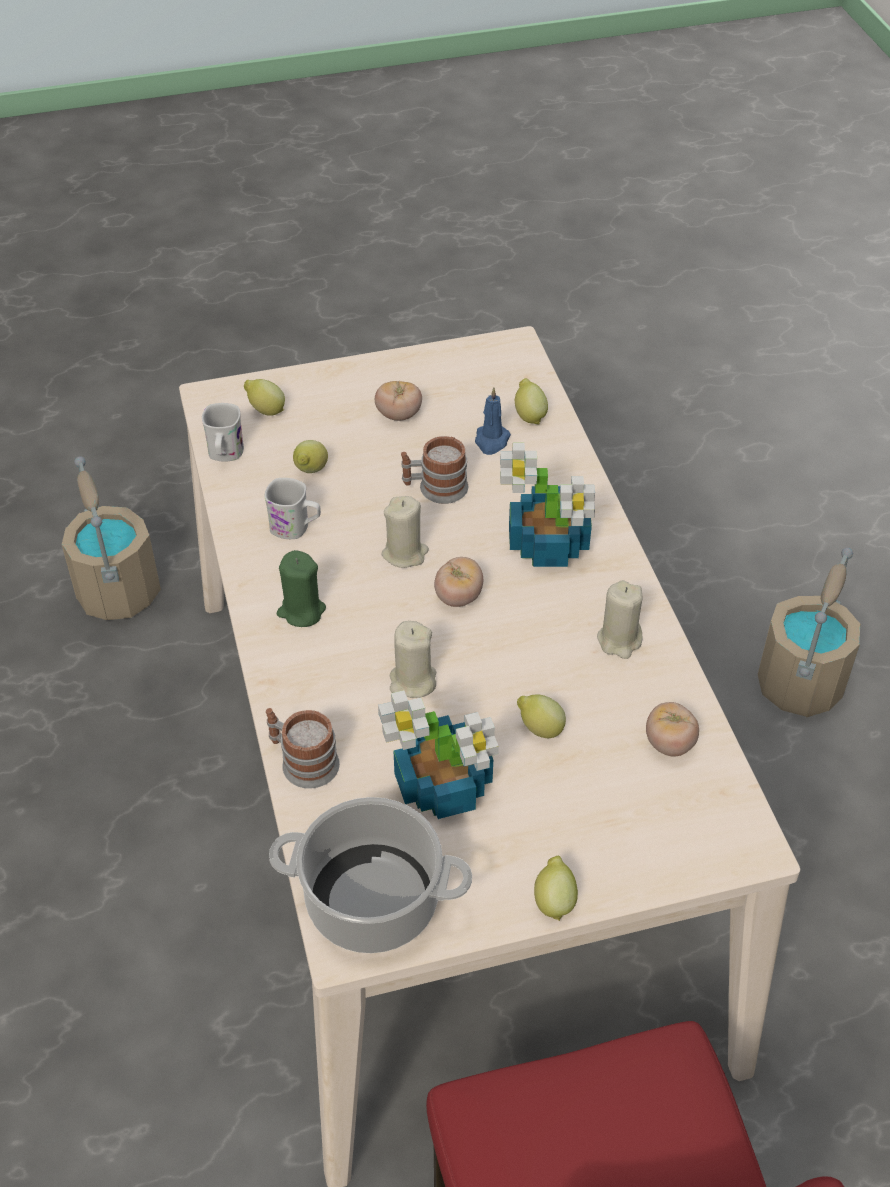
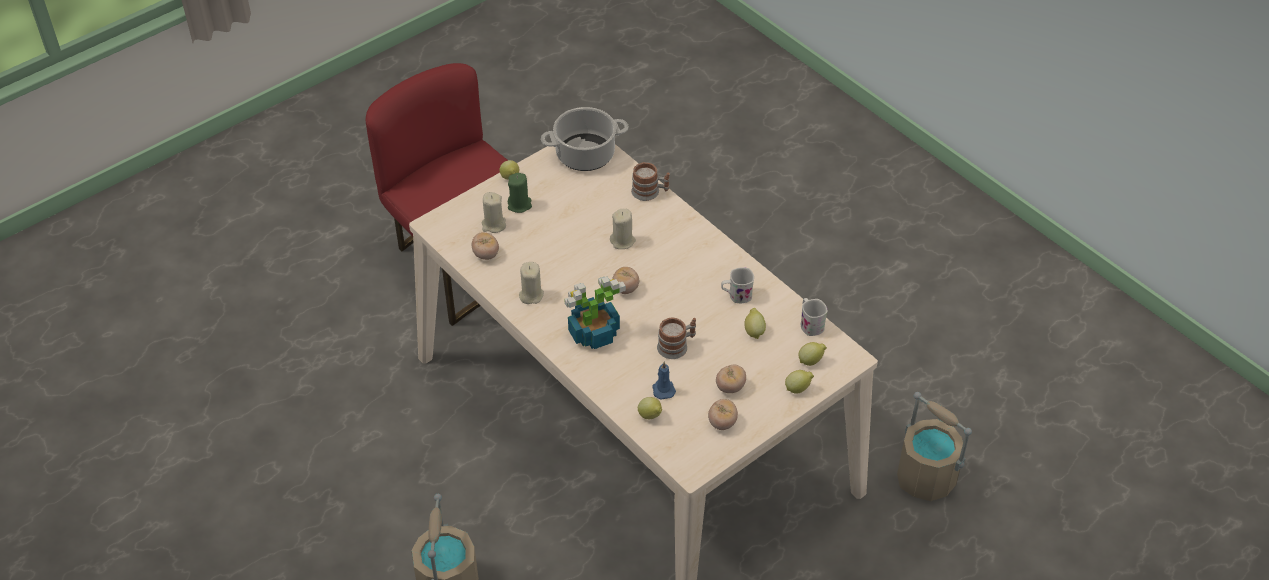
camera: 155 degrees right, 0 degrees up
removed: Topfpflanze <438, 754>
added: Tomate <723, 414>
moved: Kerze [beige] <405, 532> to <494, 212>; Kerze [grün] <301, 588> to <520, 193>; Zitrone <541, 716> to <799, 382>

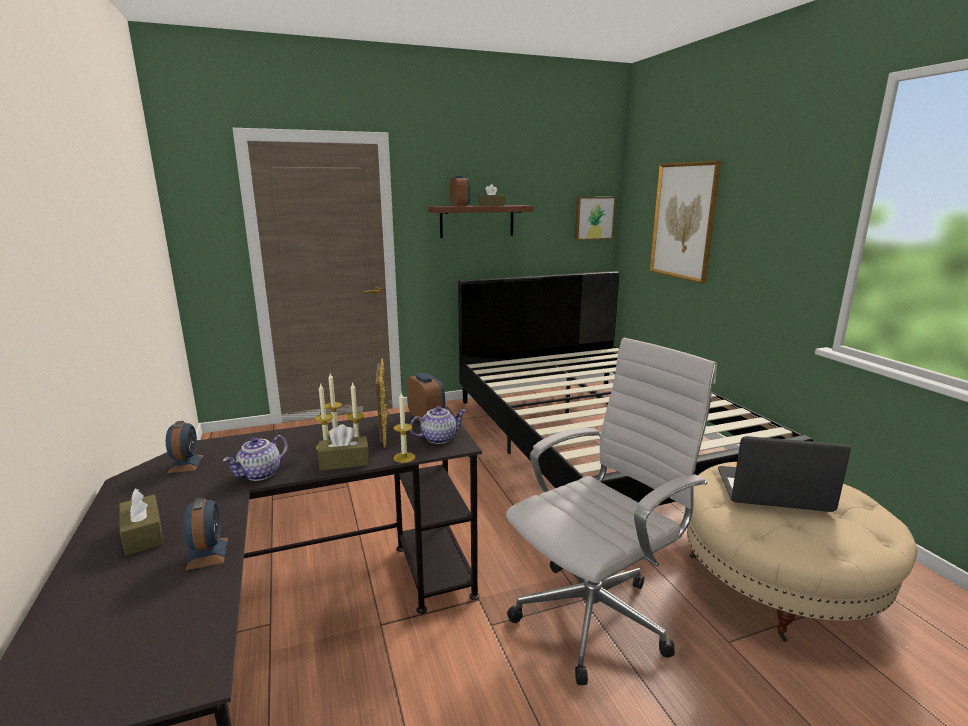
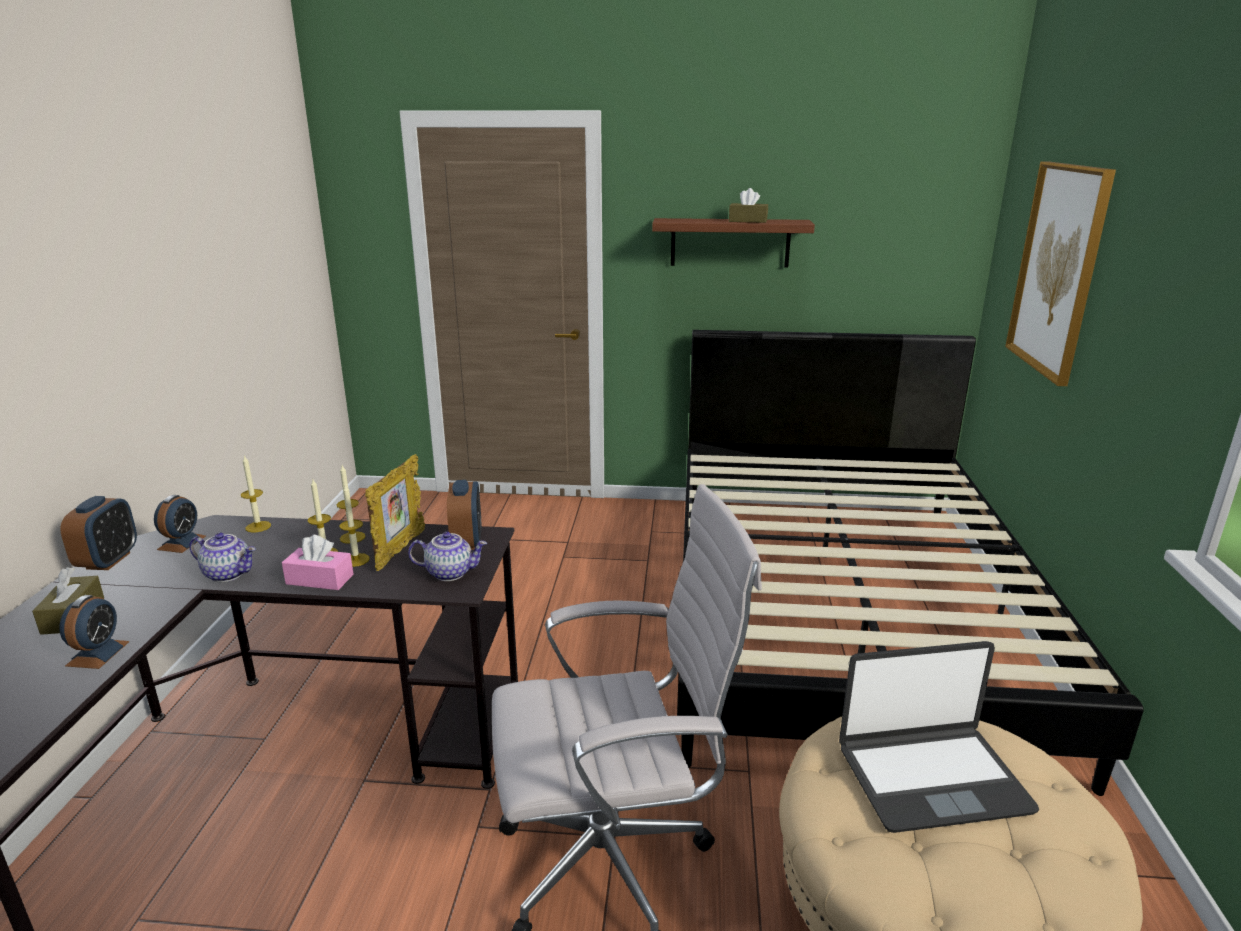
camera: 25 degrees right, 5 degrees up
removed: Bild <595, 218>
moved: Wecker <460, 191> to <99, 533>; Kerze <404, 428> to <256, 494>
recoloured: Taschentuchbox [braun] <343, 447> to Taschentuchbox [rosa] <318, 562>
turned: Teekanne <255, 458> = <222, 557> 135 degrees counterclockwise; Laptop <784, 474> = <939, 737> 135 degrees clockwise

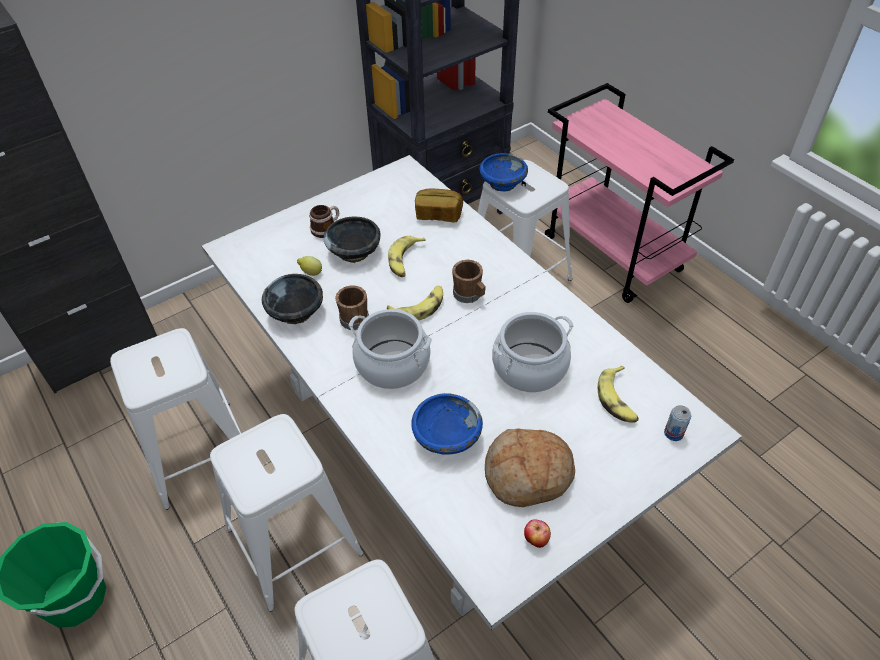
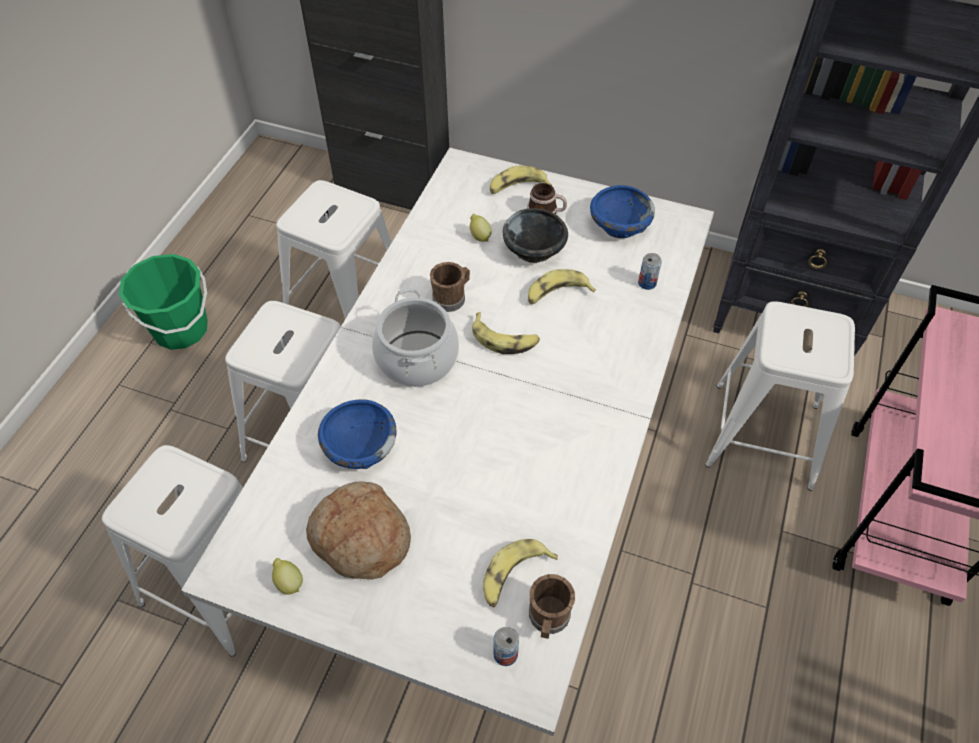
camera: 55 degrees right, 5 degrees up
removed: Schüssel [schwarz] <292, 299>; Kochtopf <533, 352>
added: Banane <521, 180>
moved: Schüssel [blau] <504, 172> to <622, 211>; Henkelbecher [braun] <469, 281> to <552, 606>
replaced: Brot <439, 205> to Dose <650, 271>; Apfel <537, 533> to Zitrone <287, 576>

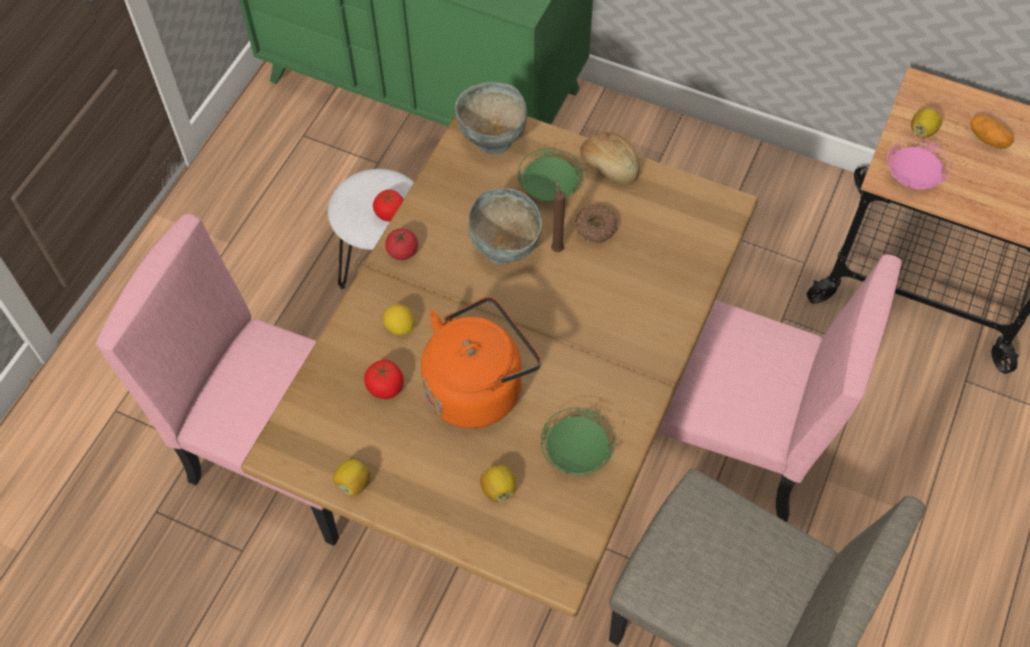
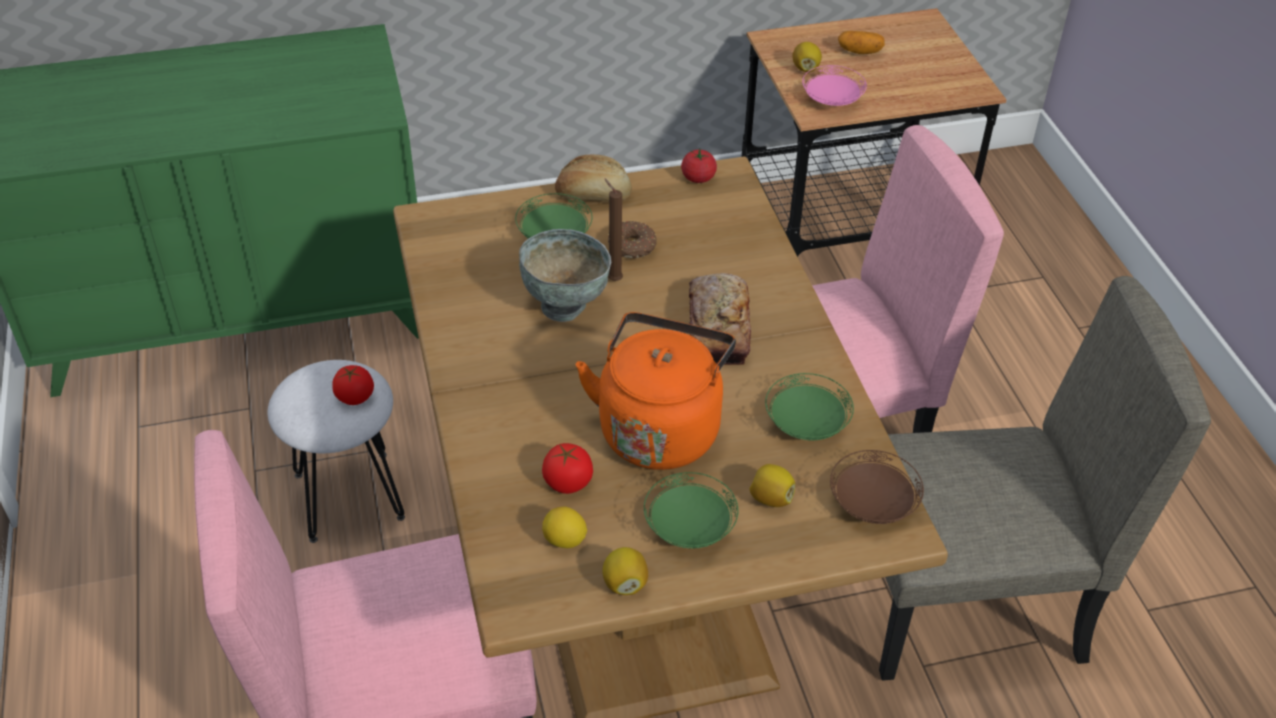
camera: 40 degrees left, 15 degrees down
removed: Schüssel [grau] <491, 118>
added: Brot <720, 319>; Teller [braun] <877, 487>; Teller [grün] <691, 510>
moved: Tomate <401, 244> to <699, 166>; Zitrone <398, 320> to <564, 527>

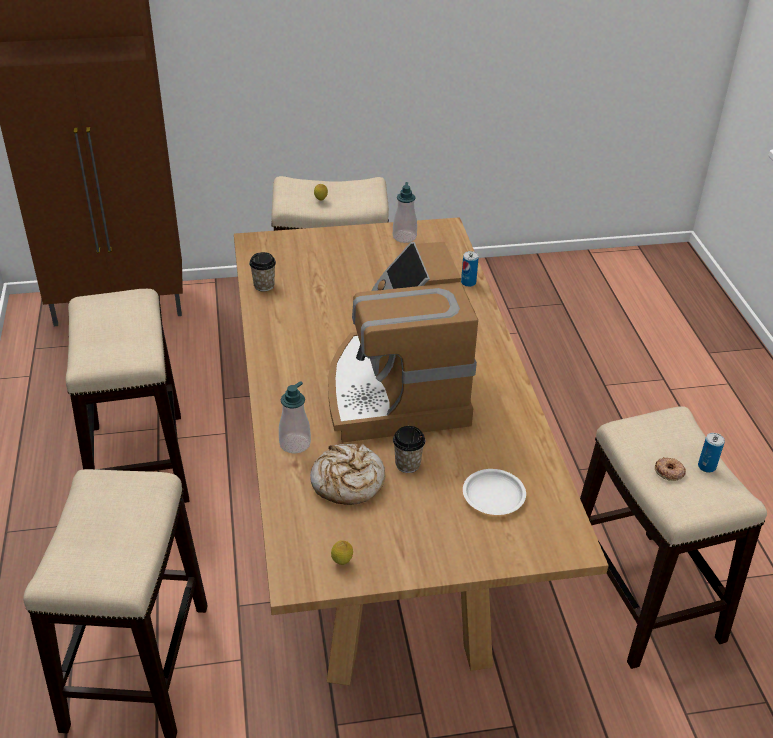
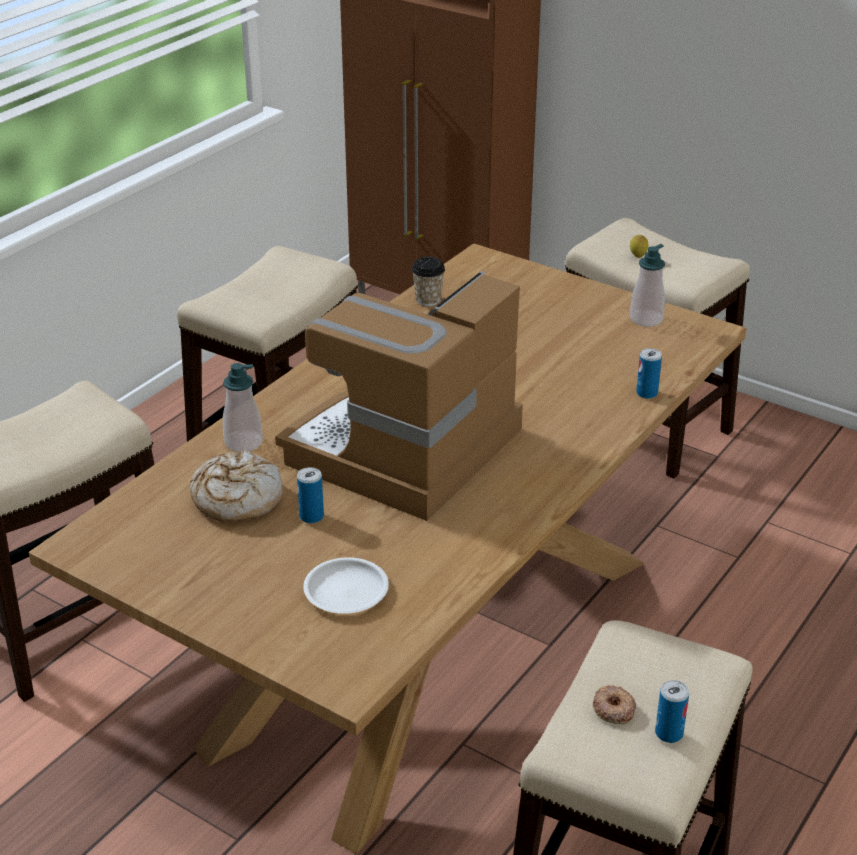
camera: 45 degrees right, 5 degrees down
removed: Zitrone <342, 552>
replaced: Tasse <409, 449> to Dose <310, 495>

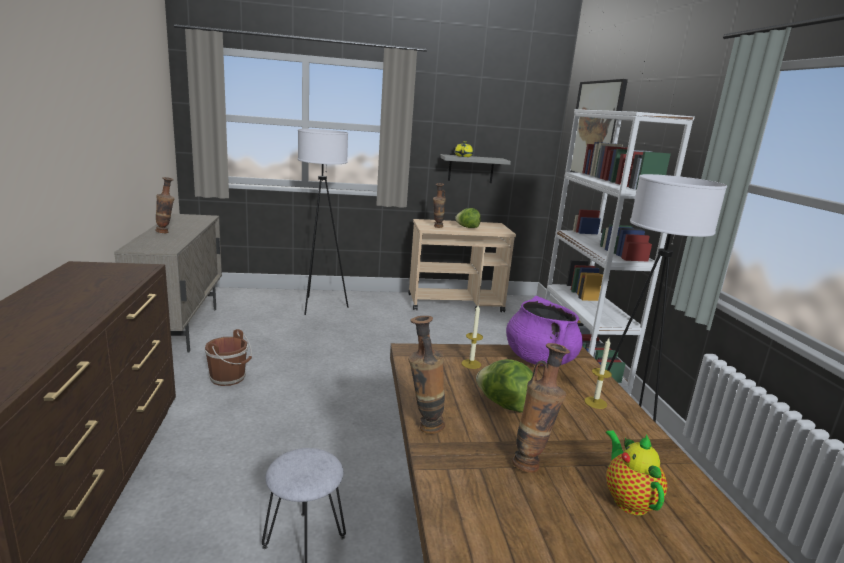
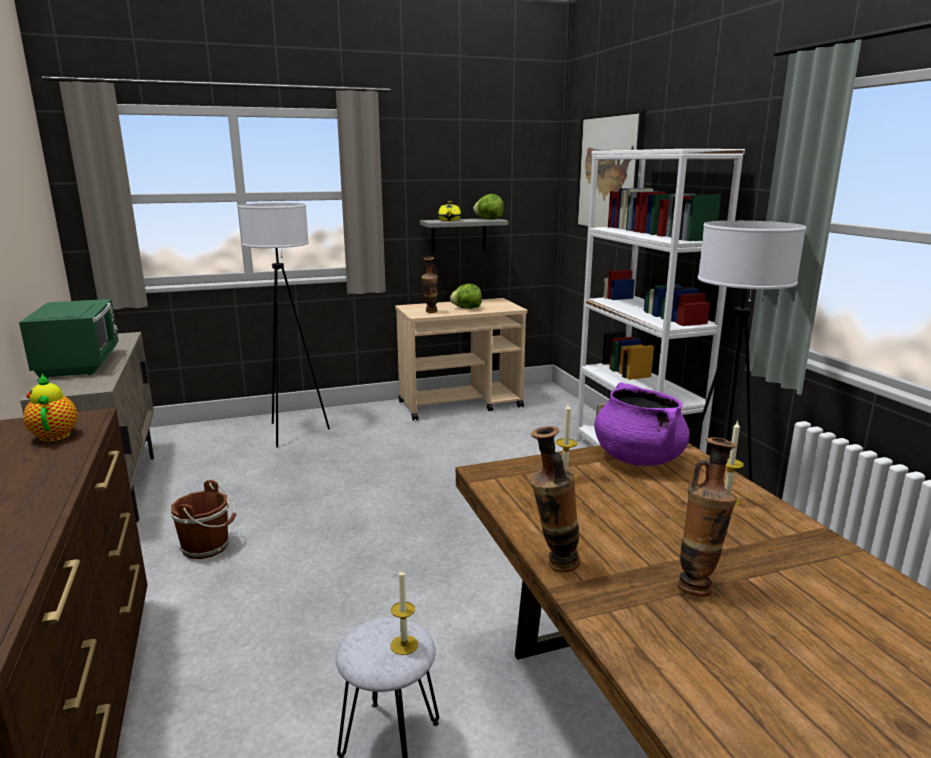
camera: 10 degrees left, 0 degrees up
added: Kerze <404, 611>
moved: Salatkopf <504, 386> to <488, 207>; Teekanne <636, 472> to <50, 408>
replaced: Vase <165, 205> to Mikrowelle [grün] <69, 339>

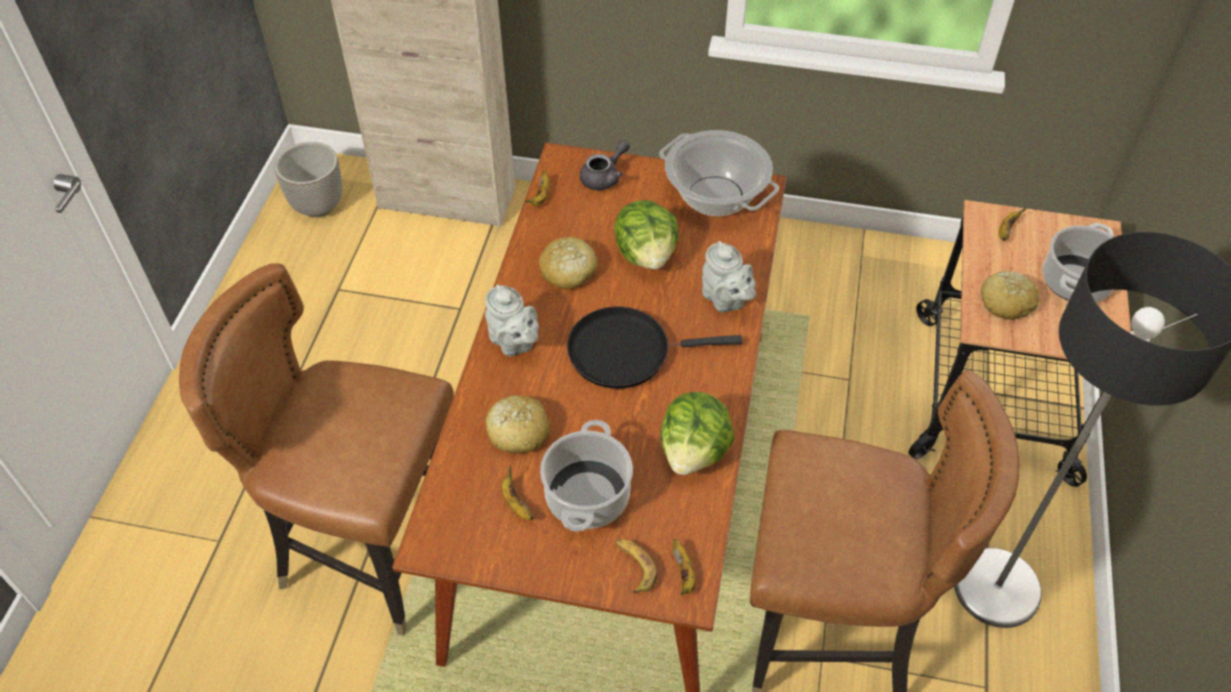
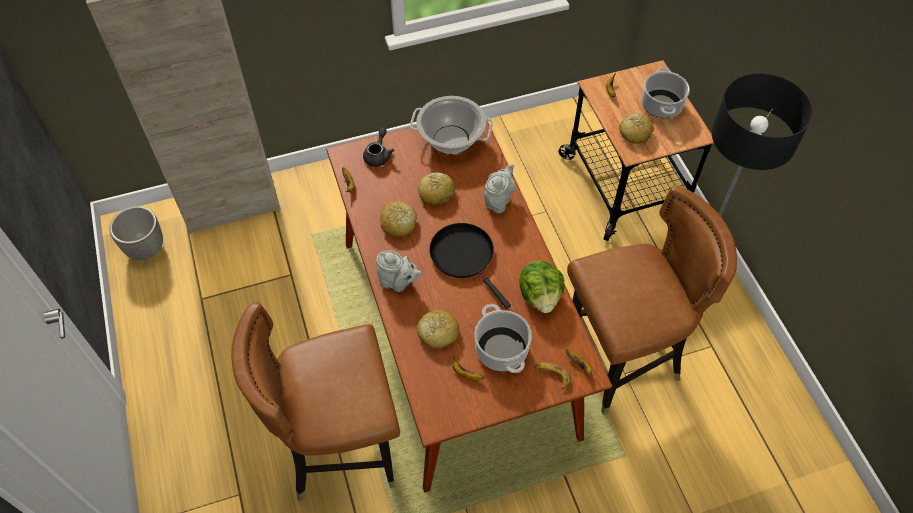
camera: 30 degrees left, 5 degrees up
replaced: Salatkopf <646, 234> to Brot <436, 188>
turned: Teekanne [grau] <729, 276> = <500, 189> 90 degrees counterclockwise; Pfanne [schwarz] <654, 348> = <470, 266> 90 degrees clockwise

